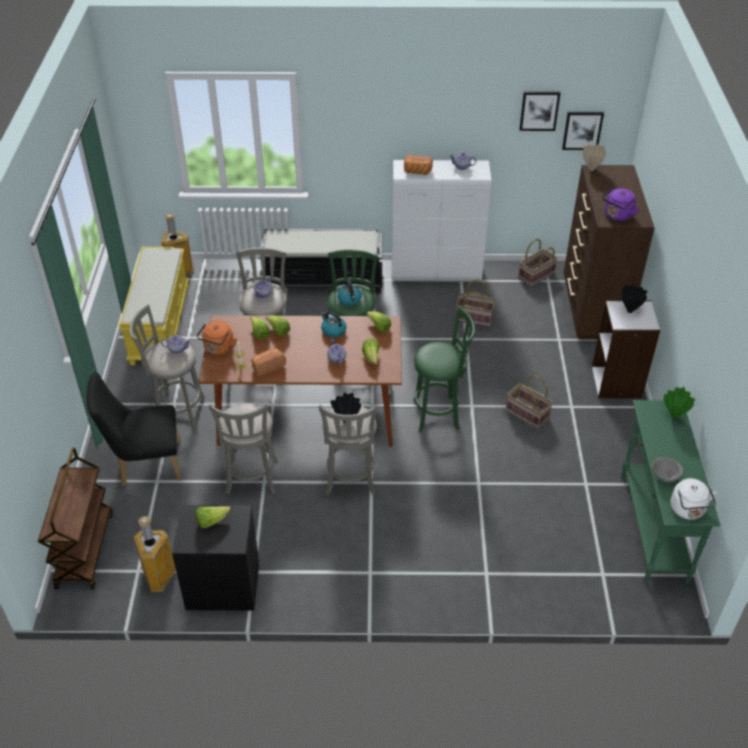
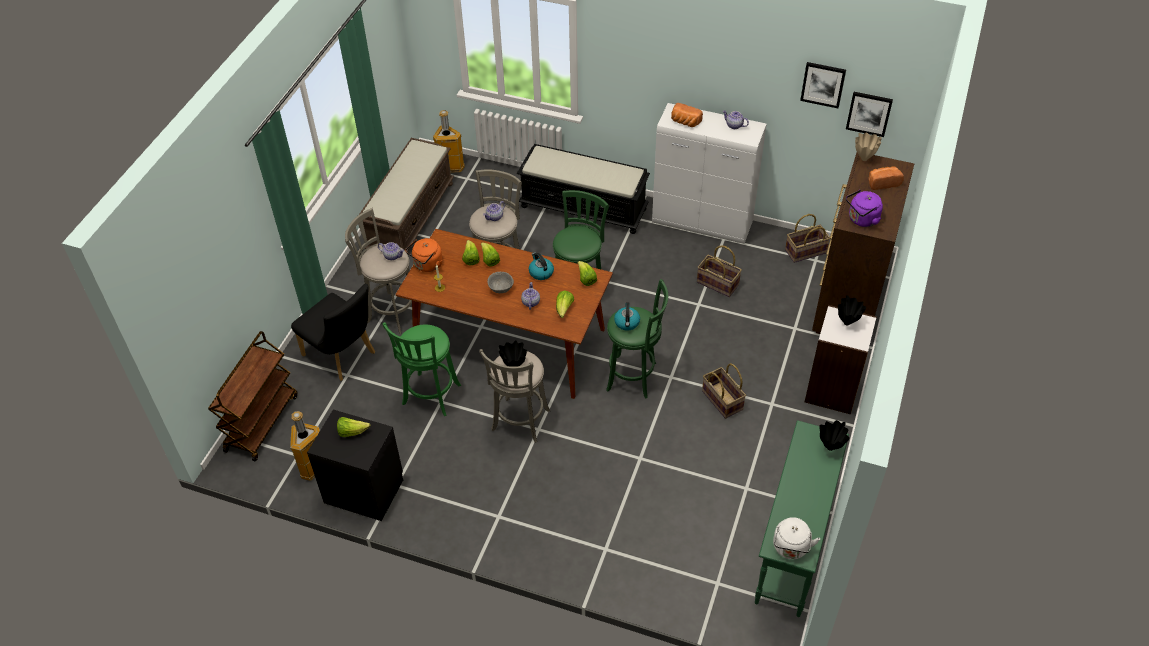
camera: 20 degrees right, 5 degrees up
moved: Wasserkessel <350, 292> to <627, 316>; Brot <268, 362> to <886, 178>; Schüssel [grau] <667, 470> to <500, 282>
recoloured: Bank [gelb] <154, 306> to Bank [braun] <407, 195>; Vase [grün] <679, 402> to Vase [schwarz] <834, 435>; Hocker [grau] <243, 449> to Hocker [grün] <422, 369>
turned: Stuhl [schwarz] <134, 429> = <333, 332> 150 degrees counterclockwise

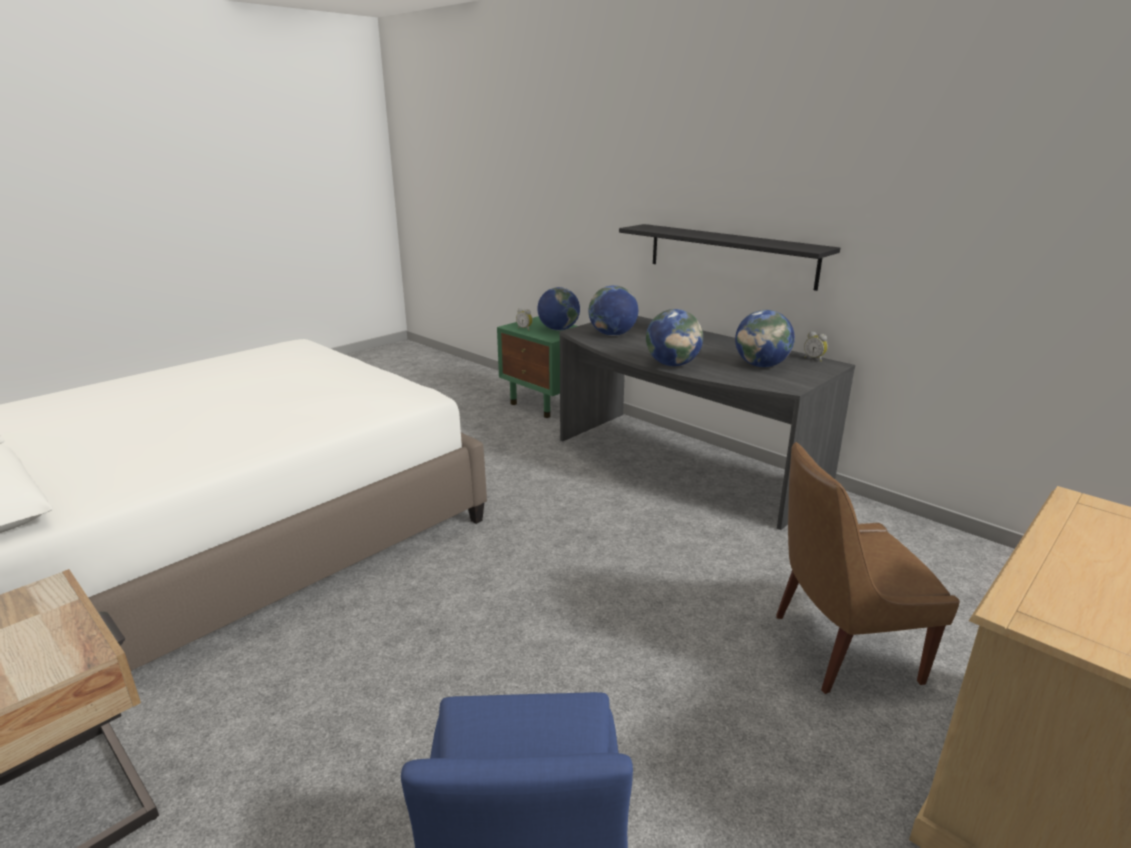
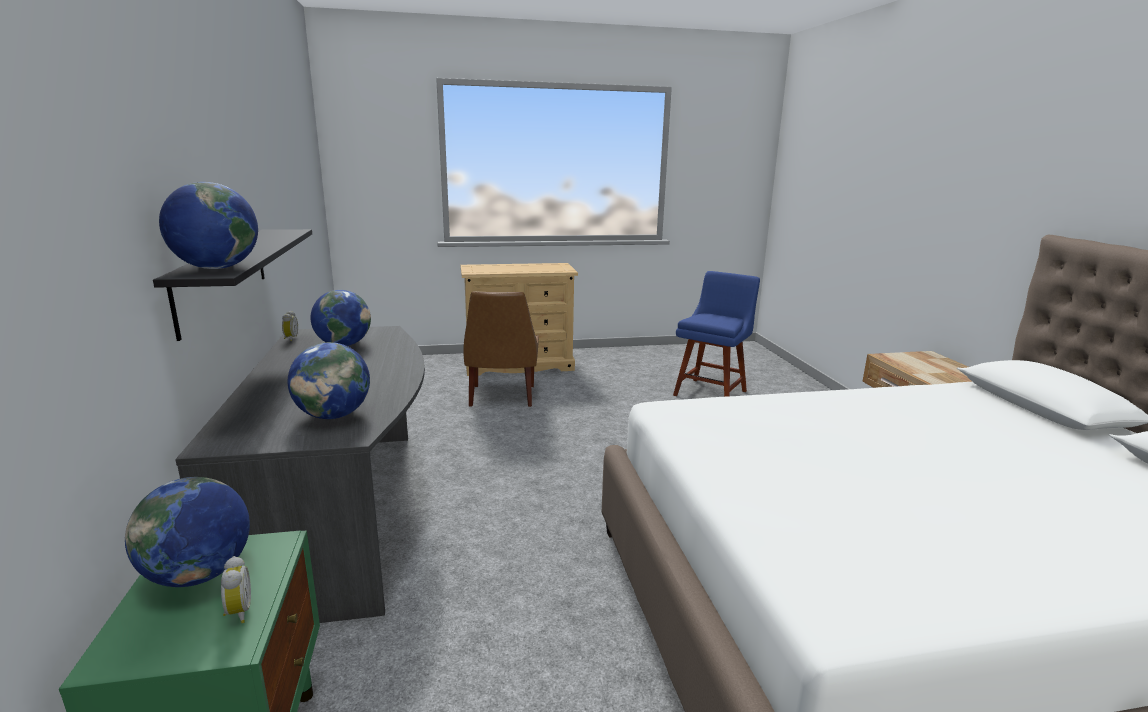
camera: 145 degrees left, 5 degrees down
moved: Globus <674, 337> to <208, 225>
turned: Stuhl [braun] <868, 568> = <501, 349> 60 degrees clockwise

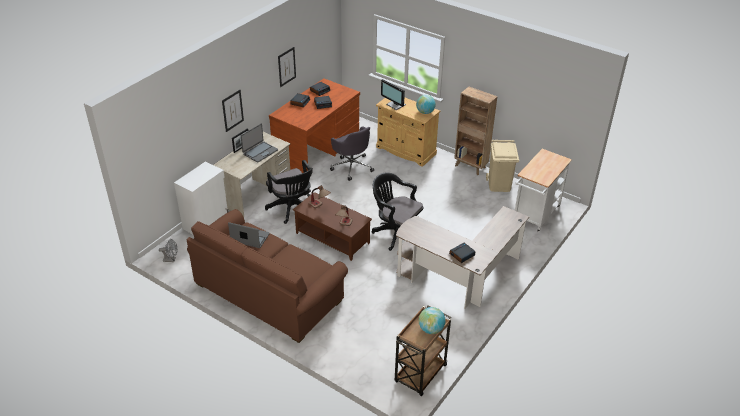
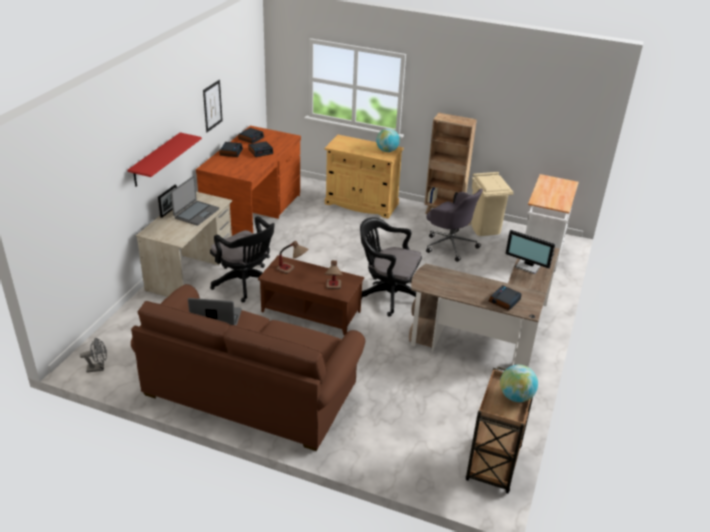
camera: 15 degrees left, 5 degrees down
removed: Schrank [weiß] <201, 197>
moved: Monitor <393, 94> to <530, 252>; Bürostuhl [grau] <352, 153> to <454, 225>
replaced: Bild <233, 111> to Wandregal [rot] <165, 159>

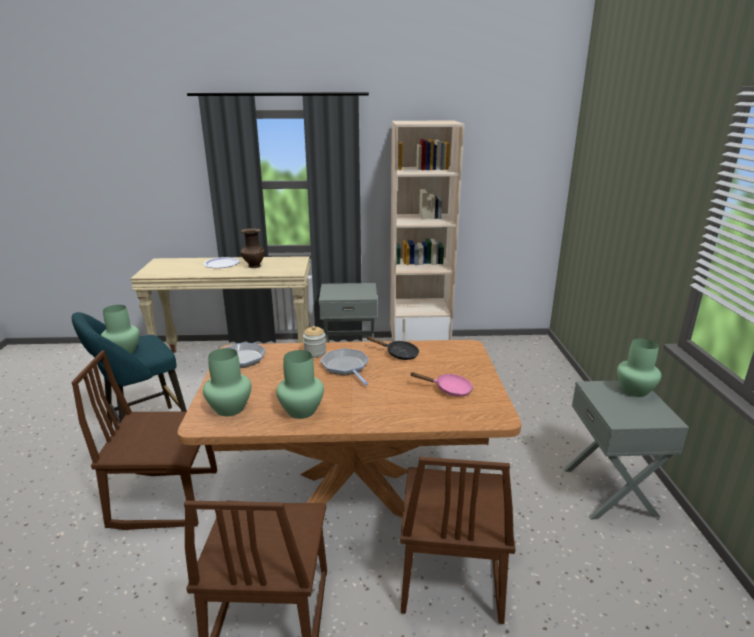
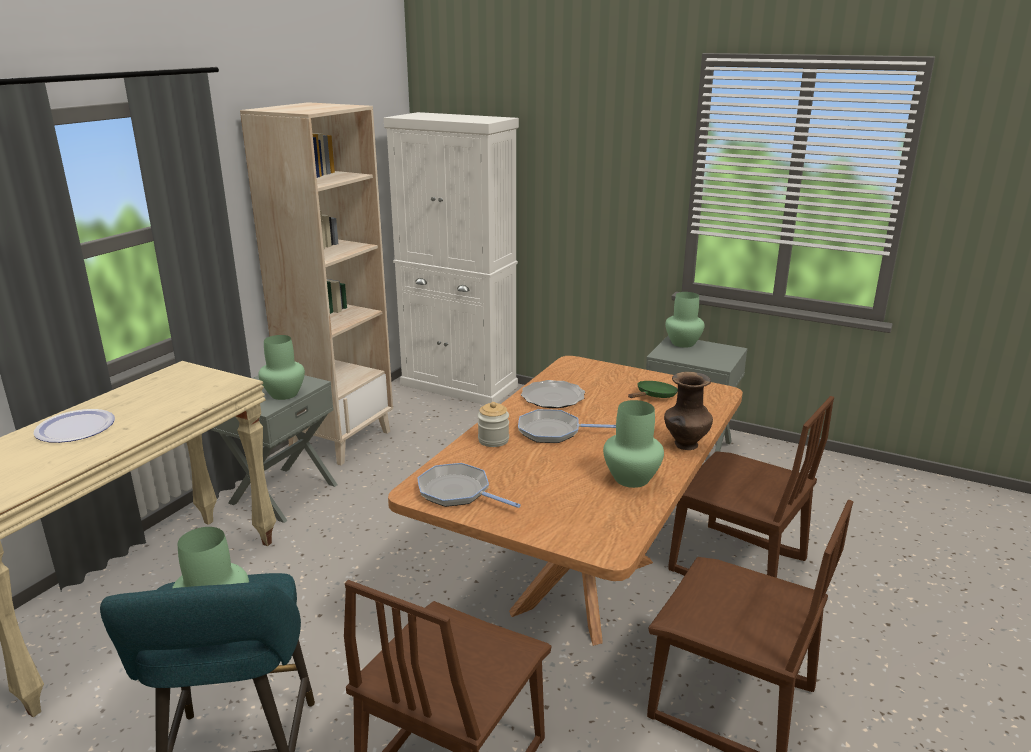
camera: 60 degrees left, 0 degrees up
added: Schrank [weiß] <451, 258>
moved: Vase [braun] <252, 248> to <688, 411>; Vase [grün] <227, 382> to <281, 367>
replaced: Pfanne [schwarz] <392, 348> to Teller <553, 394>
recoloured: Pfanne [rosa] <442, 384> to Pfanne [grün] <653, 389>

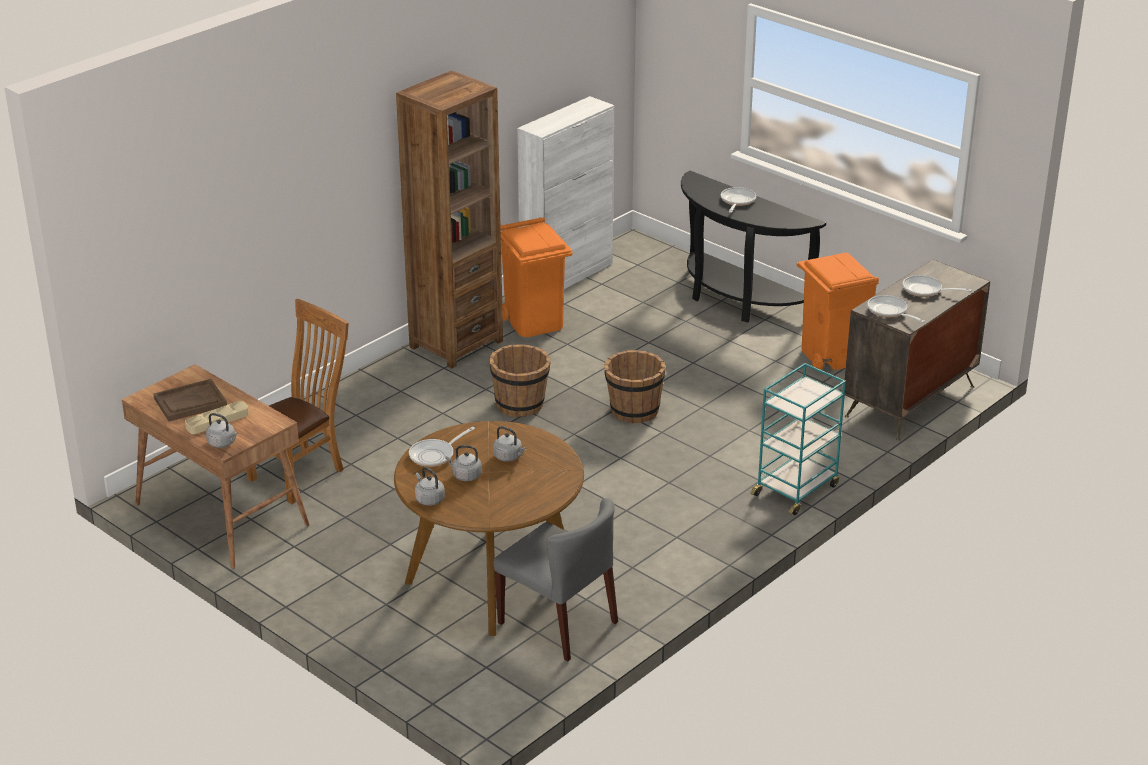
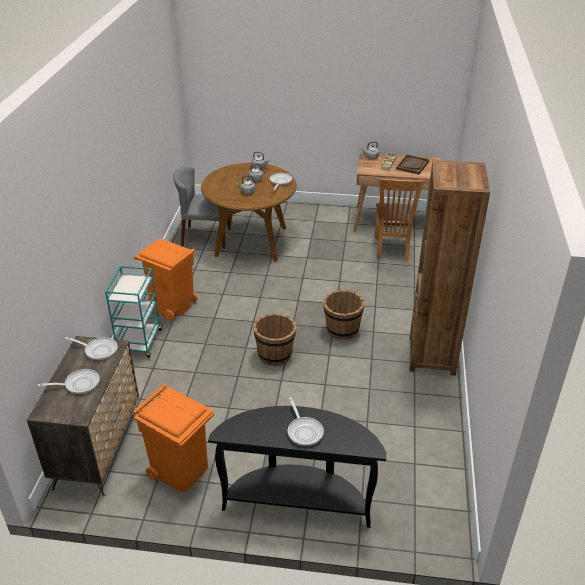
camera: 145 degrees right, 5 degrees up
removed: Schrank [weiß] <565, 192>
moved: Mülleimer [orange] <537, 277> to <165, 280>

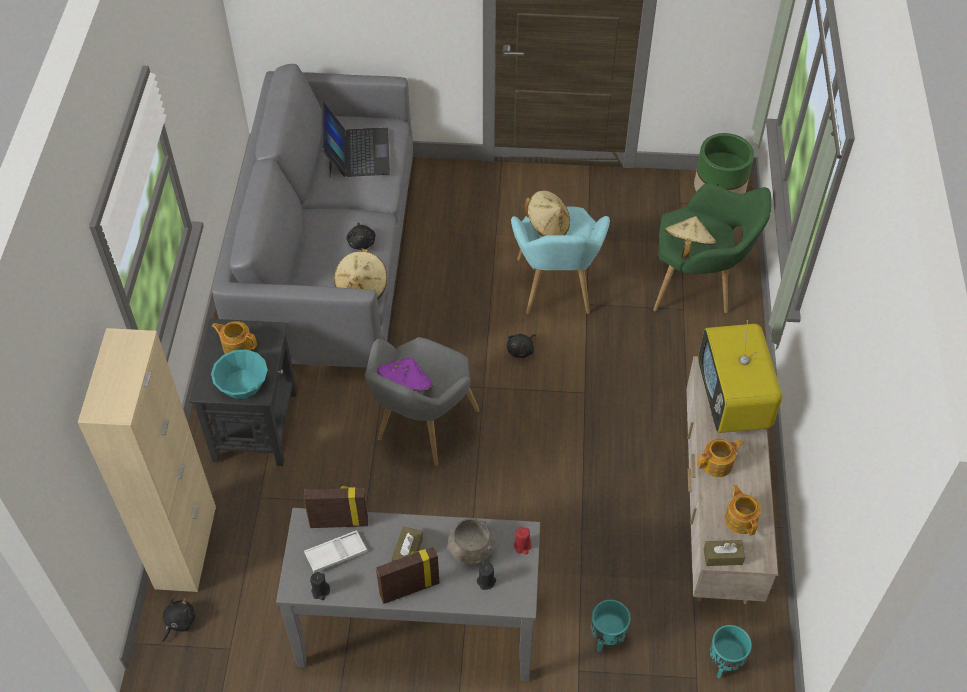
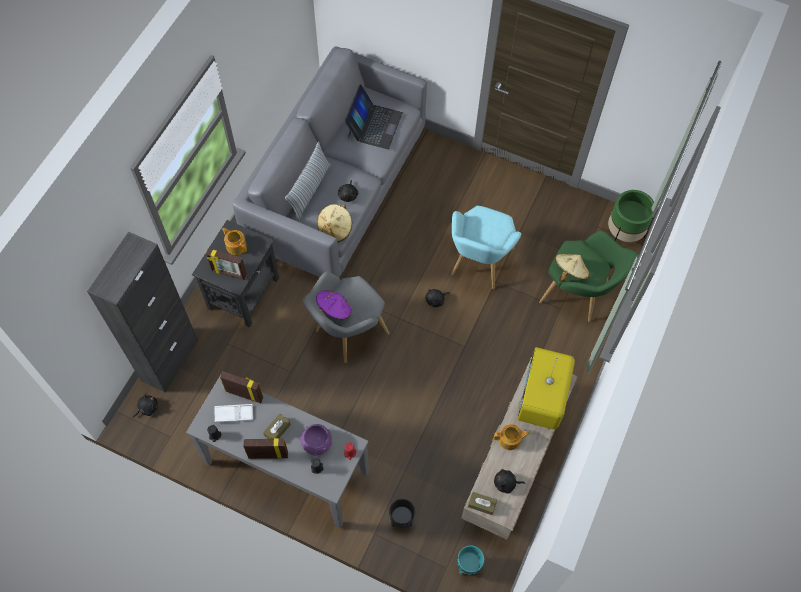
camera: 20 degrees right, 10 degrees up
removed: Hut [beige] <547, 213>
added: Kissen <308, 181>
replaced: Schüssel [türkis] <239, 374> to Bilderrahmen <226, 264>; Teekanne <743, 510> to Plüschtier [schwarz] <509, 481>
recoloured: Schrank [beige] <147, 460> to Schrank [schwarz] <142, 312>; Schüssel [grau] <471, 541> to Schüssel [lila] <316, 440>; Pflanzkübel [türkis] <611, 626> to Pflanzkübel [schwarz] <402, 513>

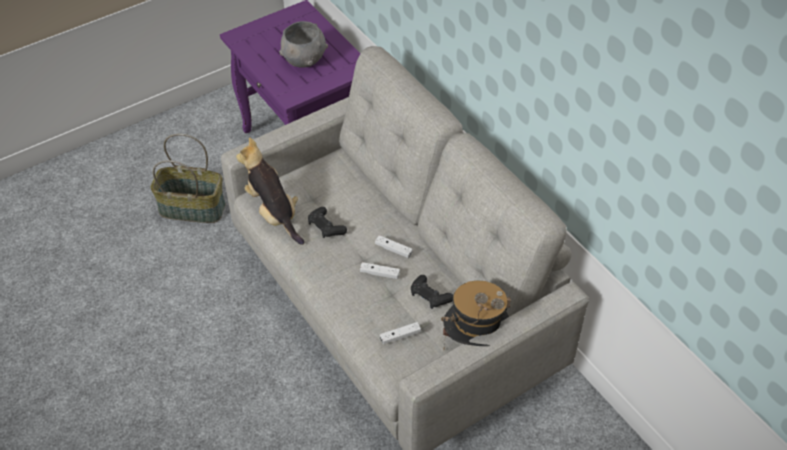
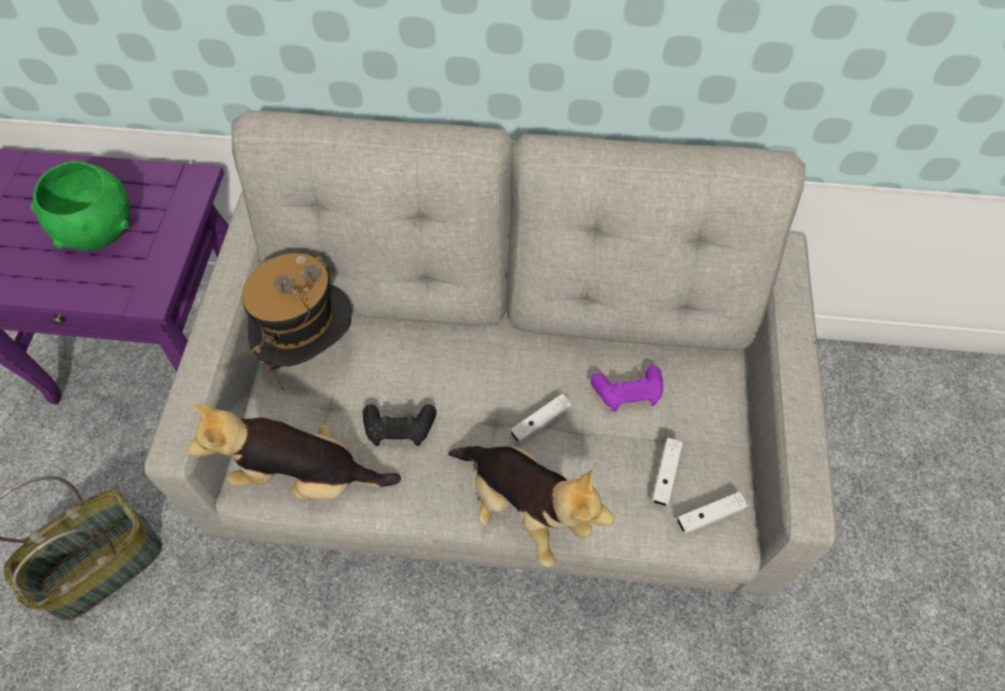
camera: 50 degrees left, 10 degrees up
added: Plüschtier <531, 506>
moved: Gamepad [weiß] <394, 246> to <712, 512>; Hut <476, 314> to <296, 322>
recoloured: Schüssel [grau] <303, 44> to Schüssel [grün] <80, 205>; Gamepad [schwarz] <432, 292> to Gamepad [lila] <627, 388>

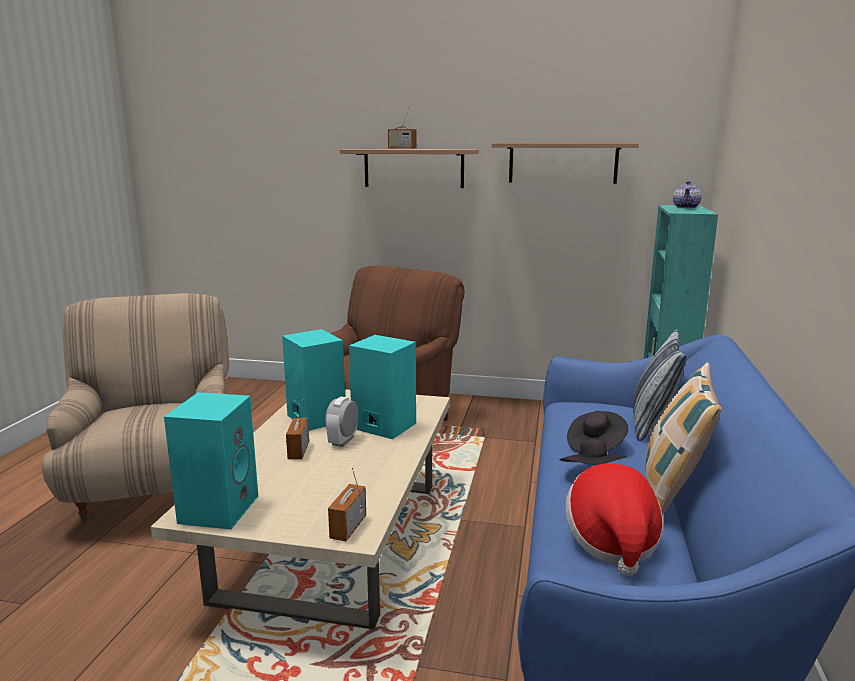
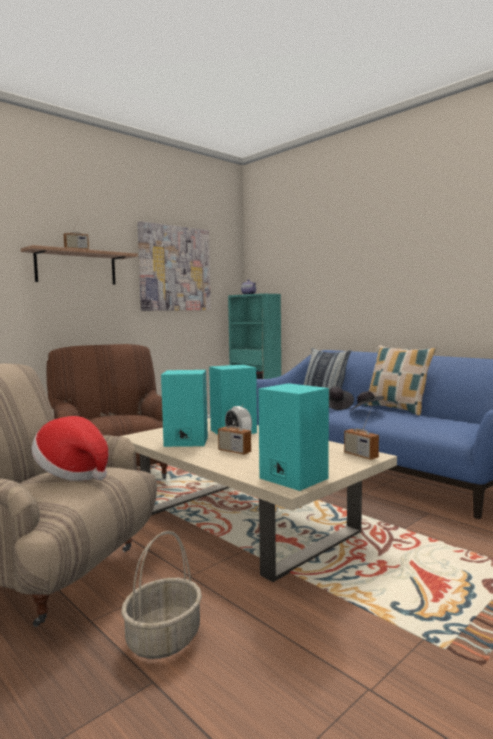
camera: 55 degrees left, 10 degrees down
added: Korb <161, 595>
moved: Hut <614, 519> to <70, 448>
replaced: Wandregal <565, 163> to Bild <174, 266>

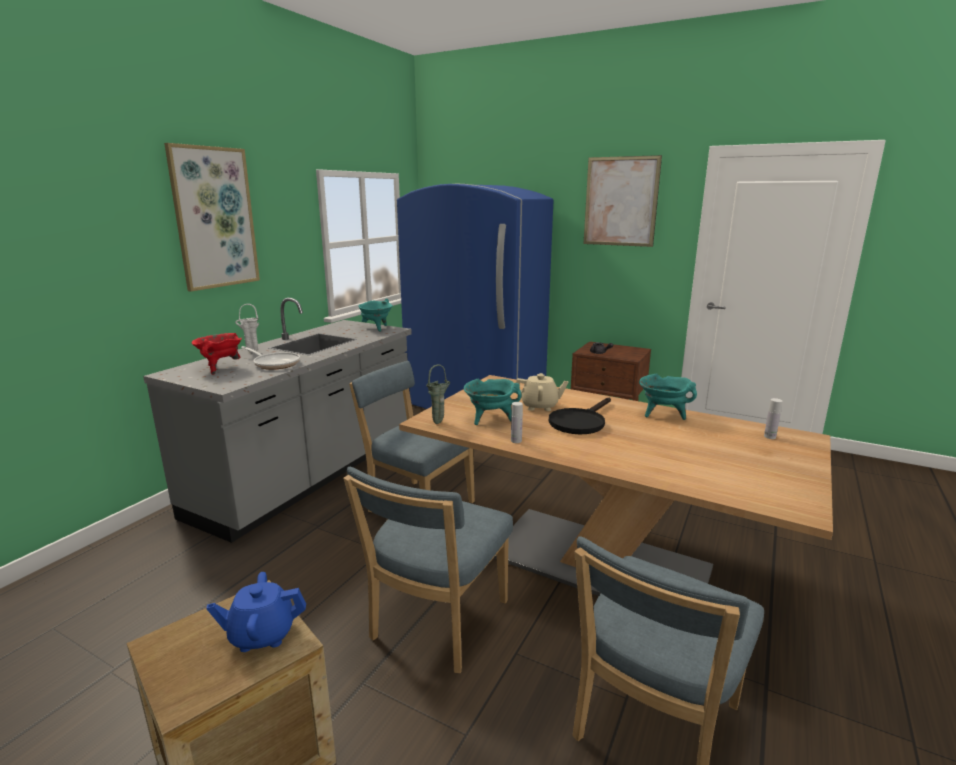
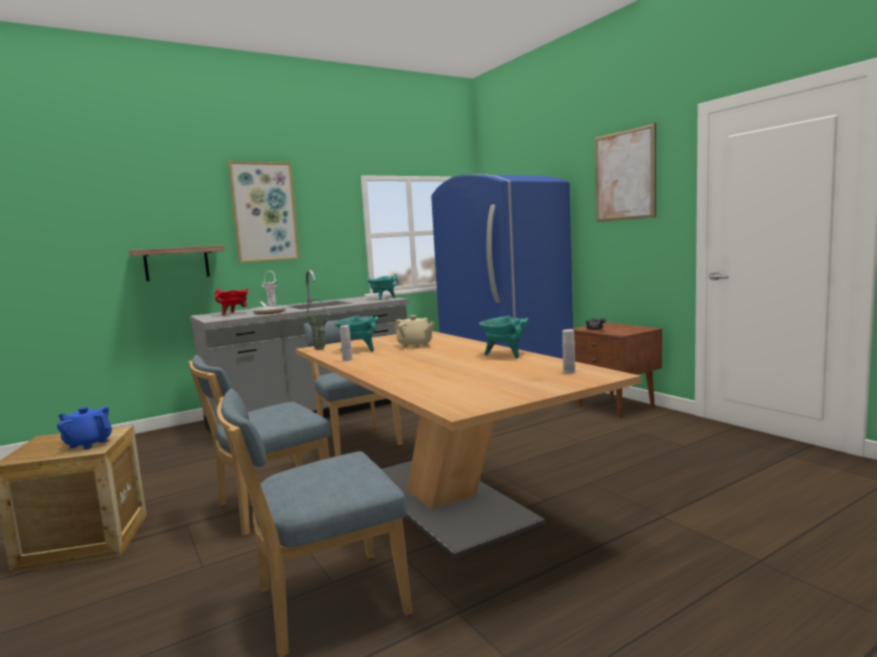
camera: 30 degrees right, 10 degrees down
removed: Pfanne [schwarz] <580, 416>
added: Wandregal <177, 263>

